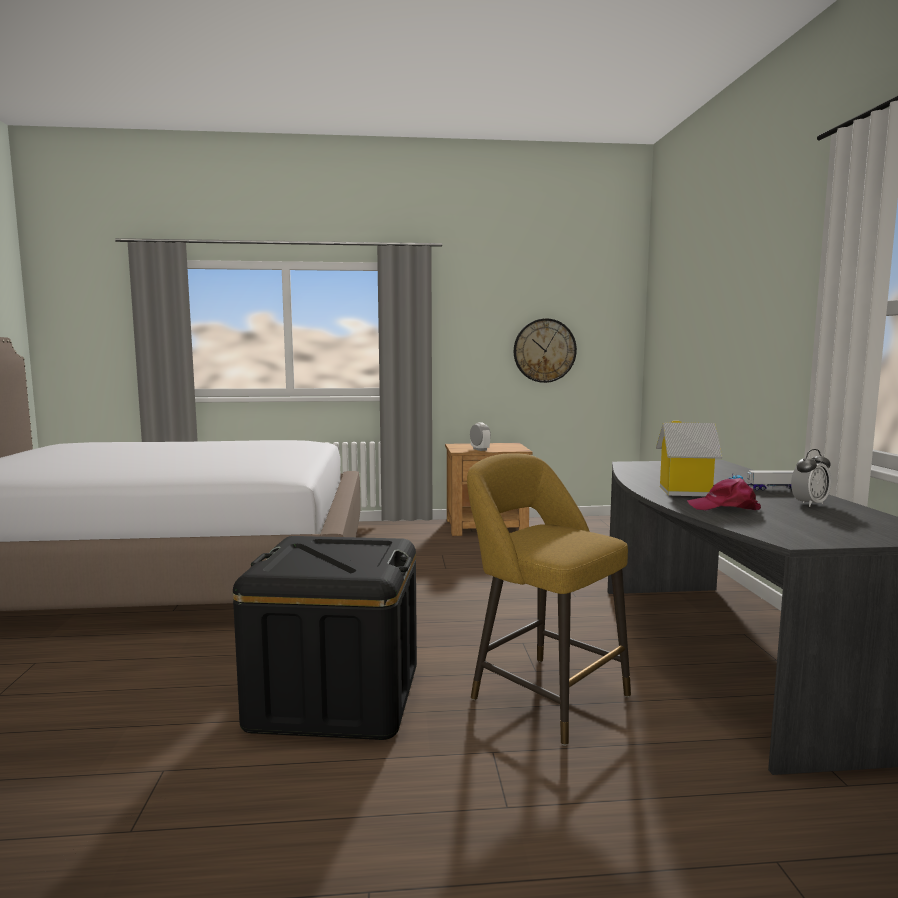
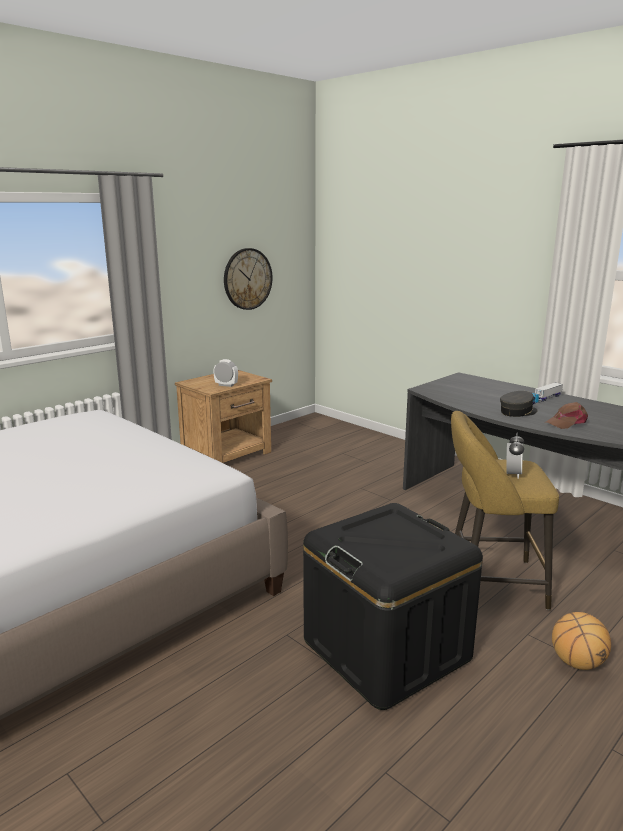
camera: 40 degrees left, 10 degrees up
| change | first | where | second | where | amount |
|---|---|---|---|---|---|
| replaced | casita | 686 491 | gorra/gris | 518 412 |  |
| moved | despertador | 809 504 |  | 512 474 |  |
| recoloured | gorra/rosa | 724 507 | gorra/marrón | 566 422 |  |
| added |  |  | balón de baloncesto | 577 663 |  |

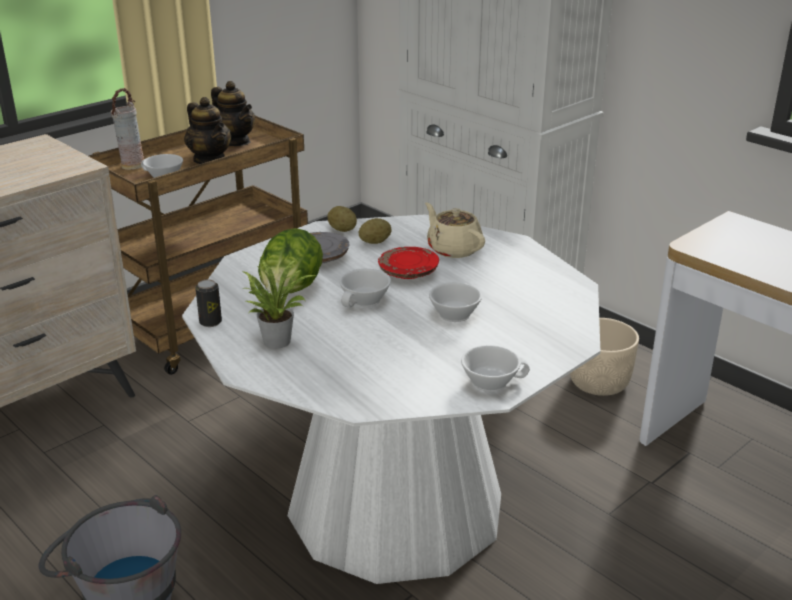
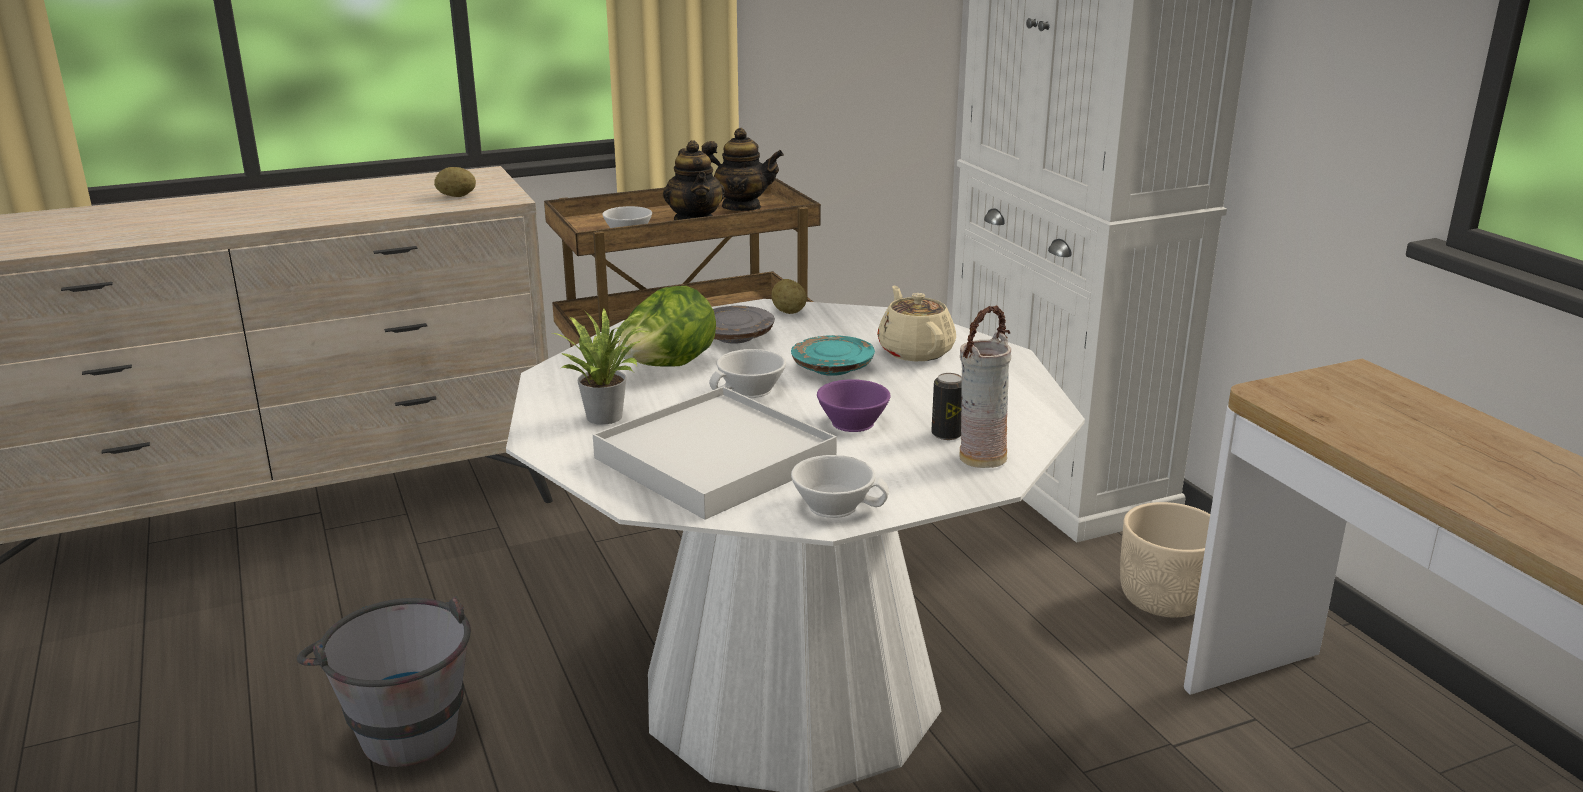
camera: 20 degrees right, 5 degrees down
| change | first | where | second | where | amount |
|---|---|---|---|---|---|
| turned | tetera | 235 142 |  | 741 207 | 60 degrees counterclockwise |
| moved | florero | 132 166 |  | 980 458 |  |
| moved | patata | 375 242 |  | 456 196 |  |
| recoloured | plato/rojo | 408 273 | plato/turquesa | 832 368 |  |
| moved | lata | 210 322 |  | 946 434 |  |
| recoloured | taza/blanco | 452 313 | taza/morado | 851 421 |  |
| added |  |  | bandeja/blanco | 714 459 |  |

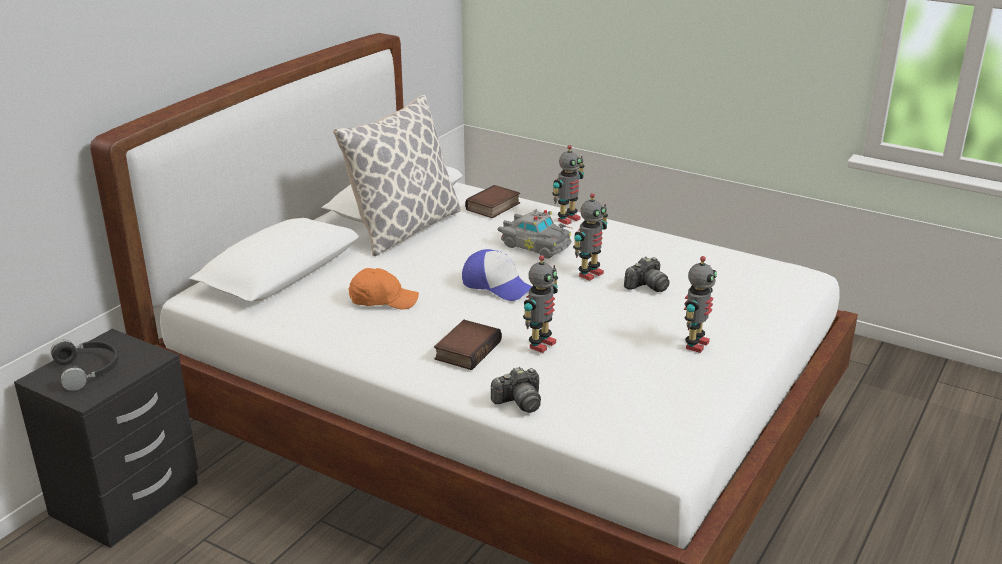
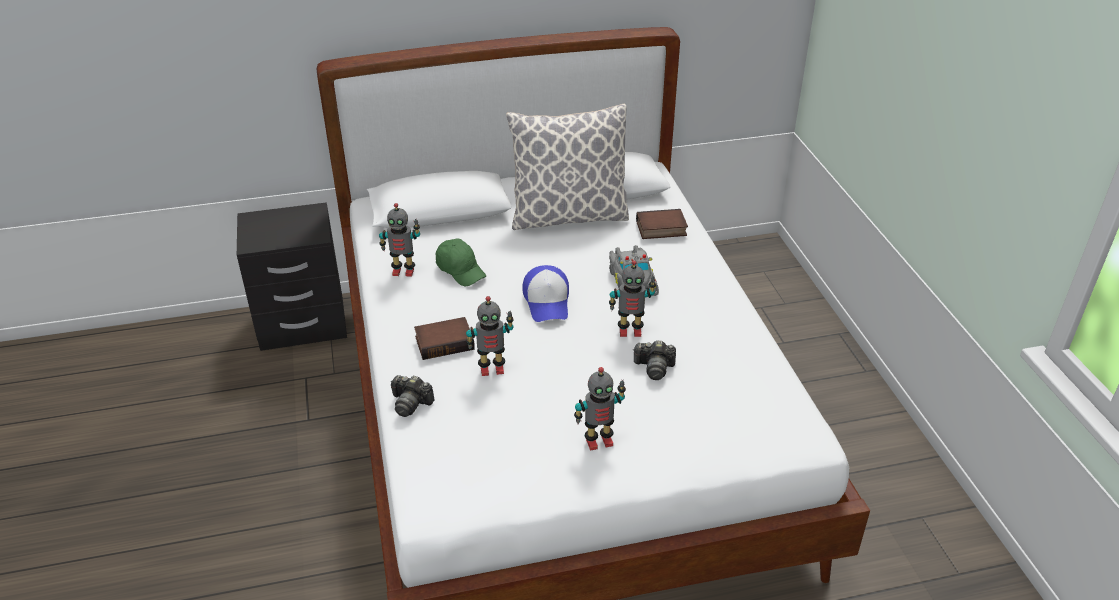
camera: 45 degrees right, 10 degrees up
| change | first | where | second | where | amount |
|---|---|---|---|---|---|
| moved | robot de juguete | 567 219 |  | 403 271 |  |
| recoloured | gorra/naranja | 383 300 | gorra/verde | 461 270 |  |
| removed | auriculares/negro | 89 370 |  |  |  |

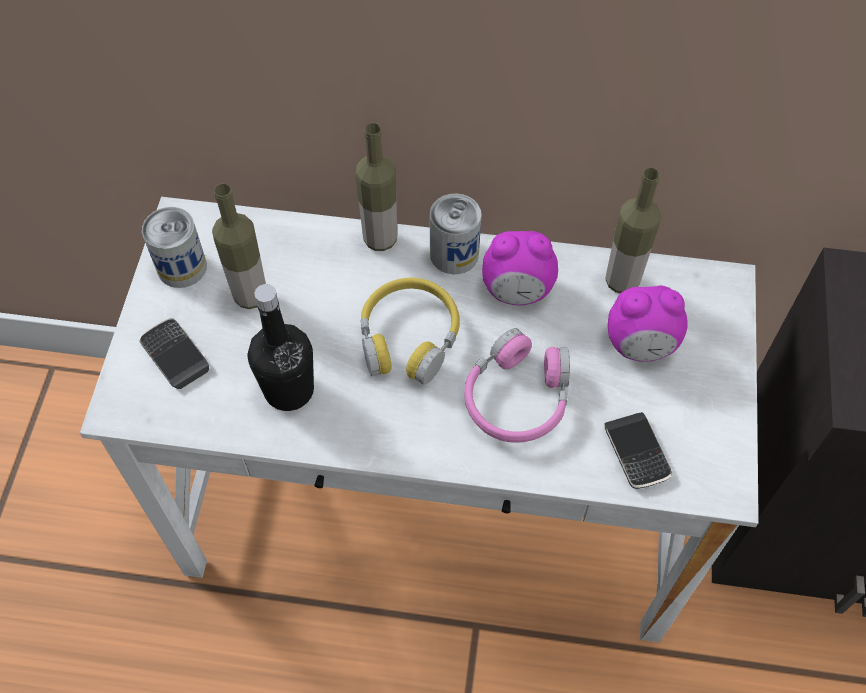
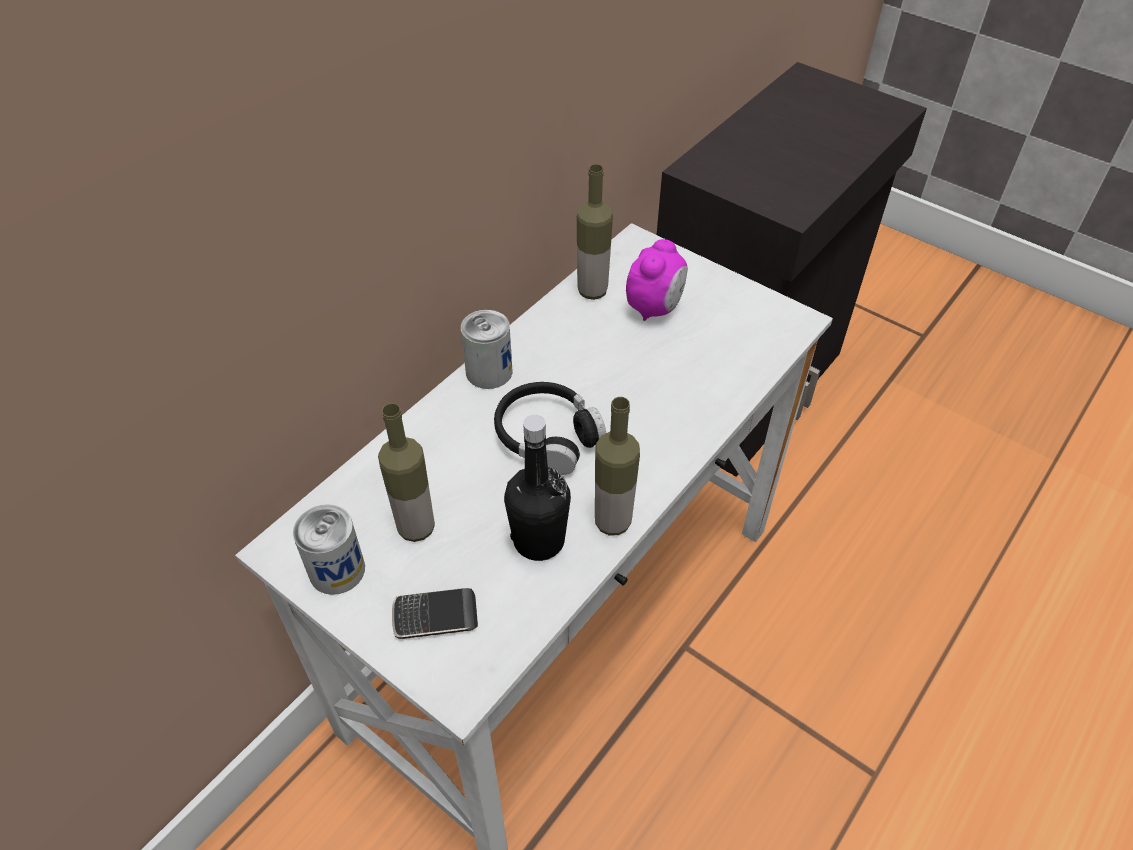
camera: 60 degrees left, 10 degrees down
| change | first | where | second | where | amount |
|---|---|---|---|---|---|
| moved | botella | 380 239 |  | 612 522 |  |
| removed | despertador | 517 291 |  |  |  |
| recoloured | auriculares/amarillo | 408 338 | auriculares/negro | 548 435 |  |
| removed | auriculares/rosa | 517 397 |  |  |  |
| removed | móvil | 636 452 |  |  |  |

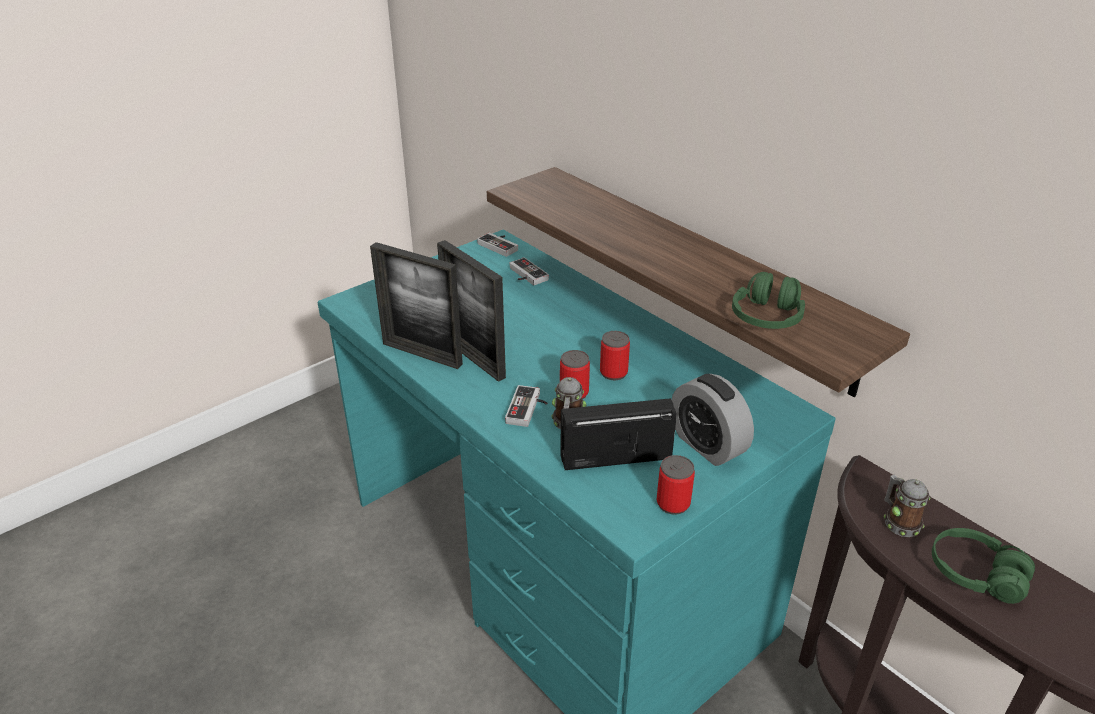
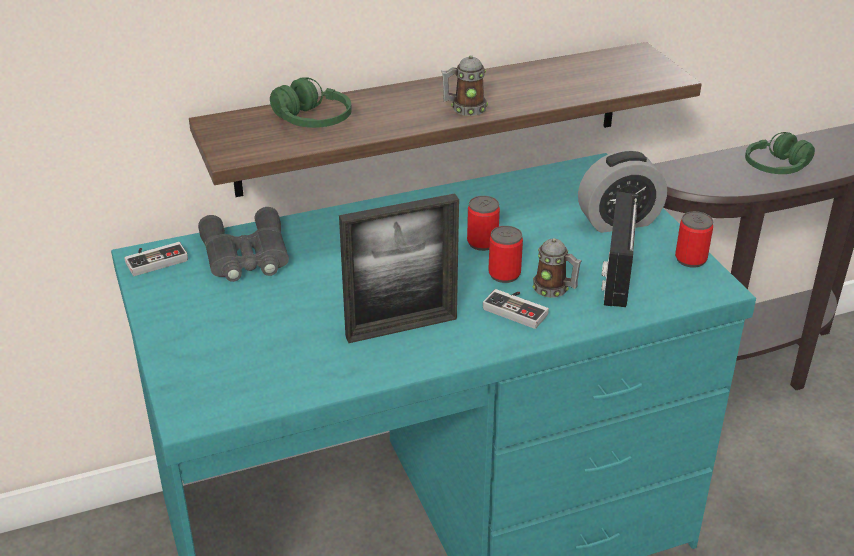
camera: 70 degrees left, 0 degrees up
| change | first | where | second | where | amount |
|---|---|---|---|---|---|
| removed | portarretratos | 422 354 |  |  |  |
| replaced | mando de consola | 525 275 | prismáticos/gris | 245 256 |  |
| moved | auriculares/verde | 767 317 |  | 312 121 |  |
| moved | taza grande | 899 521 |  | 464 109 |  |

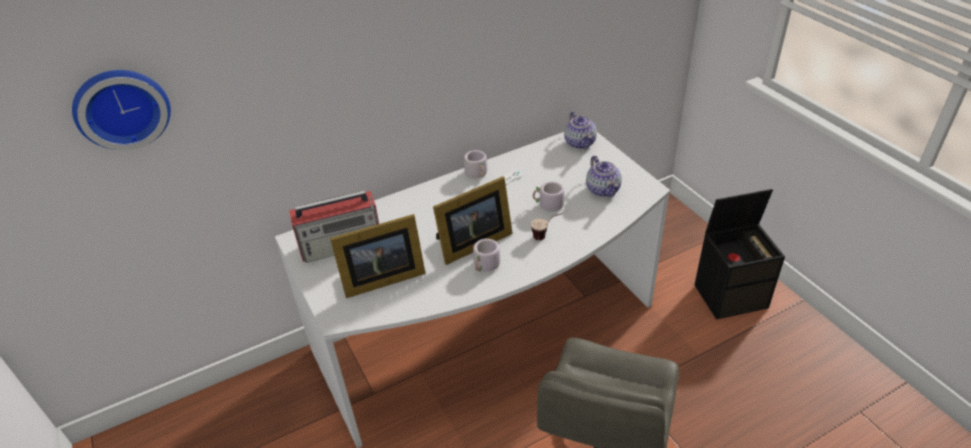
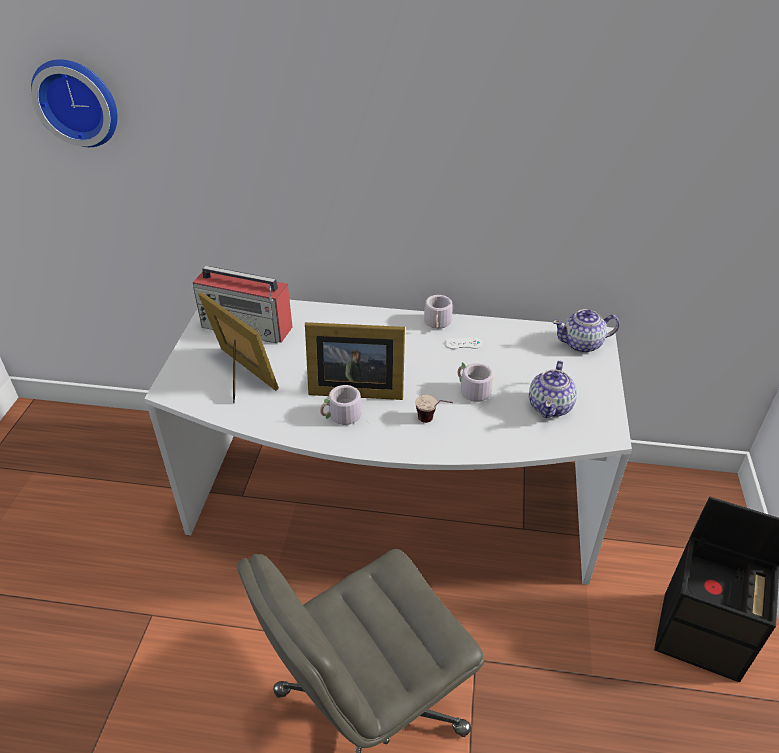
camera: 35 degrees right, 0 degrees up
| change | first | where | second | where | amount |
|---|---|---|---|---|---|
| turned | tetera | 580 142 |  | 582 344 | 60 degrees clockwise |
| turned | portarretratos | 380 279 |  | 241 375 | 150 degrees counterclockwise |

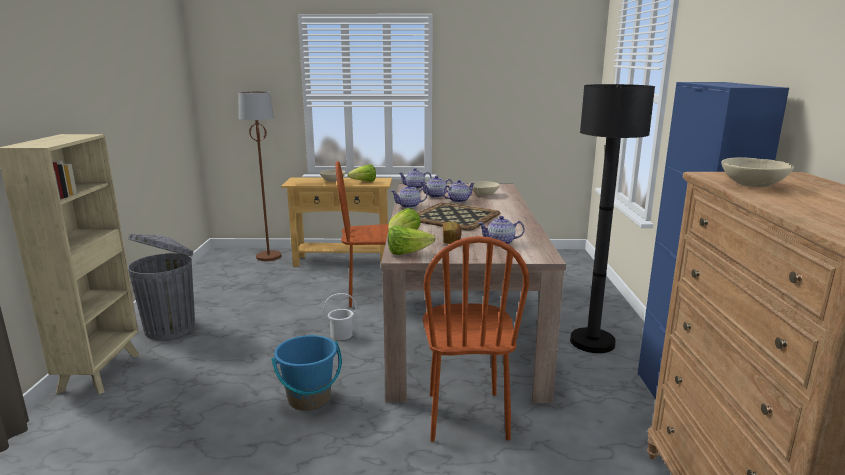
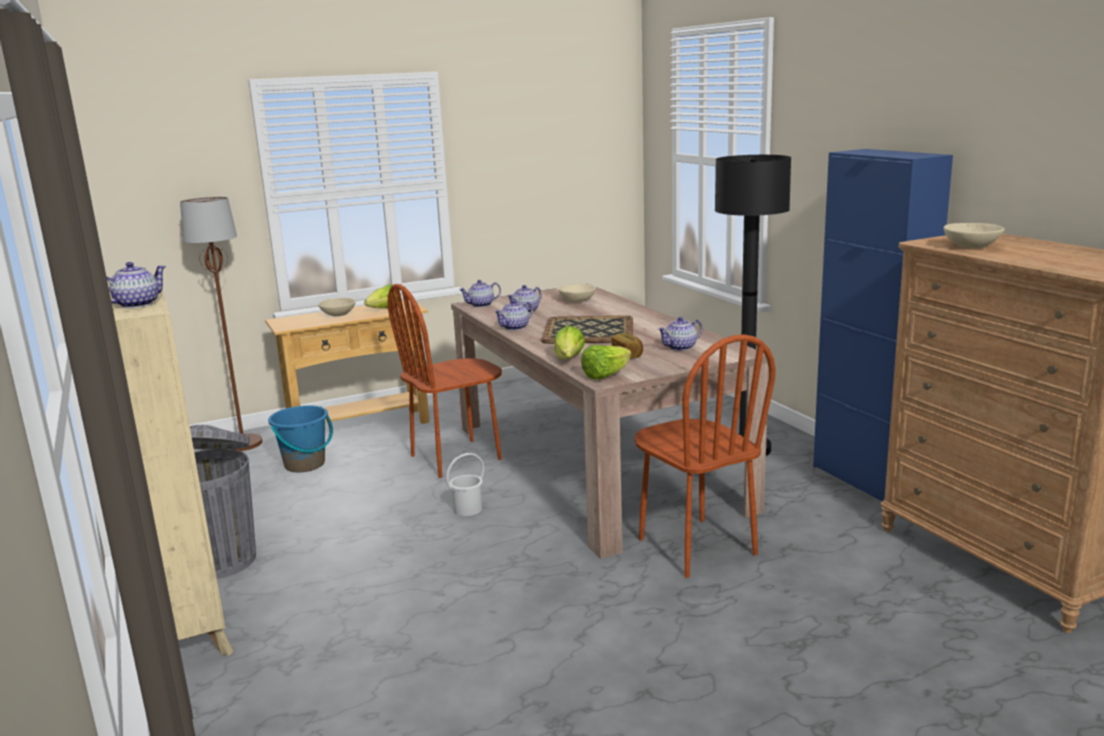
camera: 25 degrees left, 0 degrees up
| change | first | where | second | where | amount |
|---|---|---|---|---|---|
| moved | tetera | 458 200 |  | 136 304 |  |
| moved | cubo/azul | 309 399 |  | 305 464 |  |

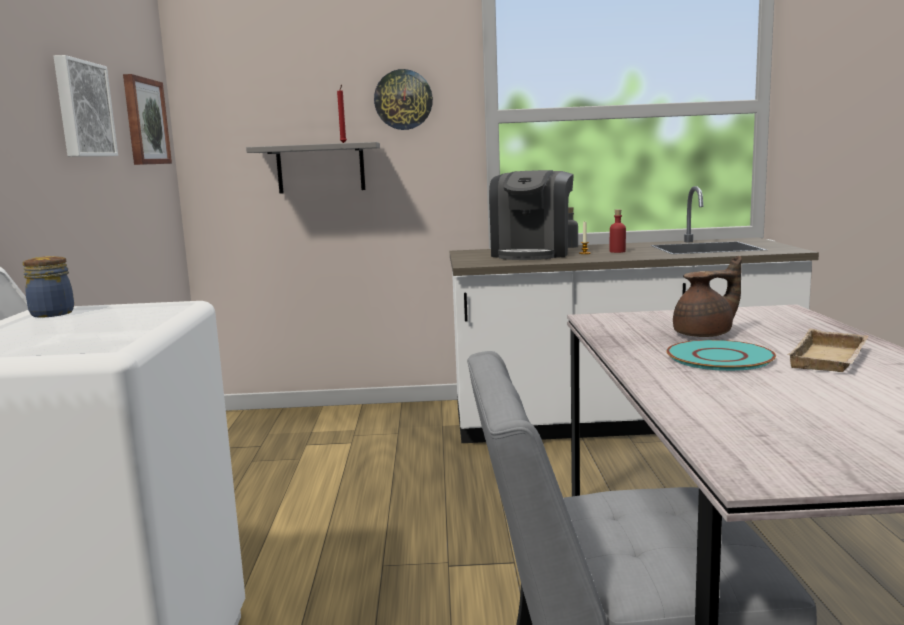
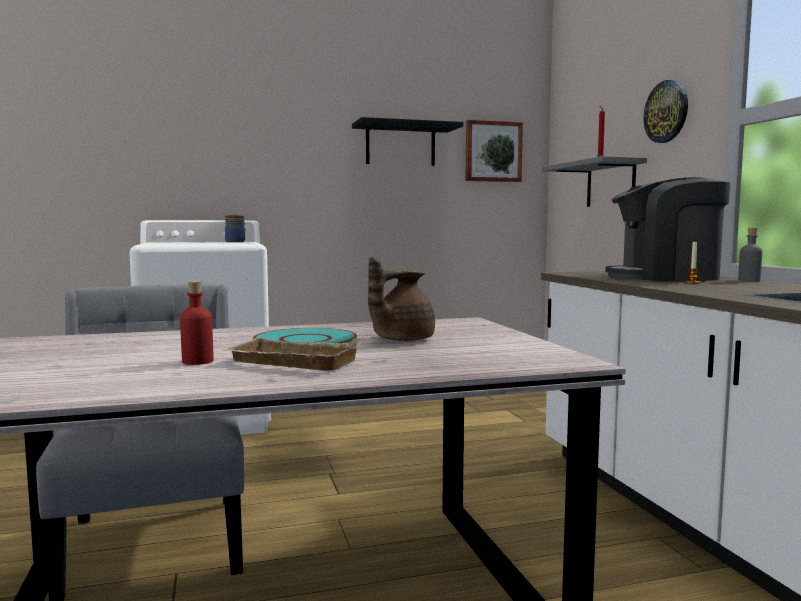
camera: 75 degrees right, 5 degrees down
| change | first | where | second | where | amount |
|---|---|---|---|---|---|
| replaced | cuadro | 82 109 | estante/negro | 400 145 |  |
| moved | botella/rojo | 617 251 |  | 197 361 |  |
| turned | tetera/marrón | 705 334 |  | 400 340 | 75 degrees clockwise |

